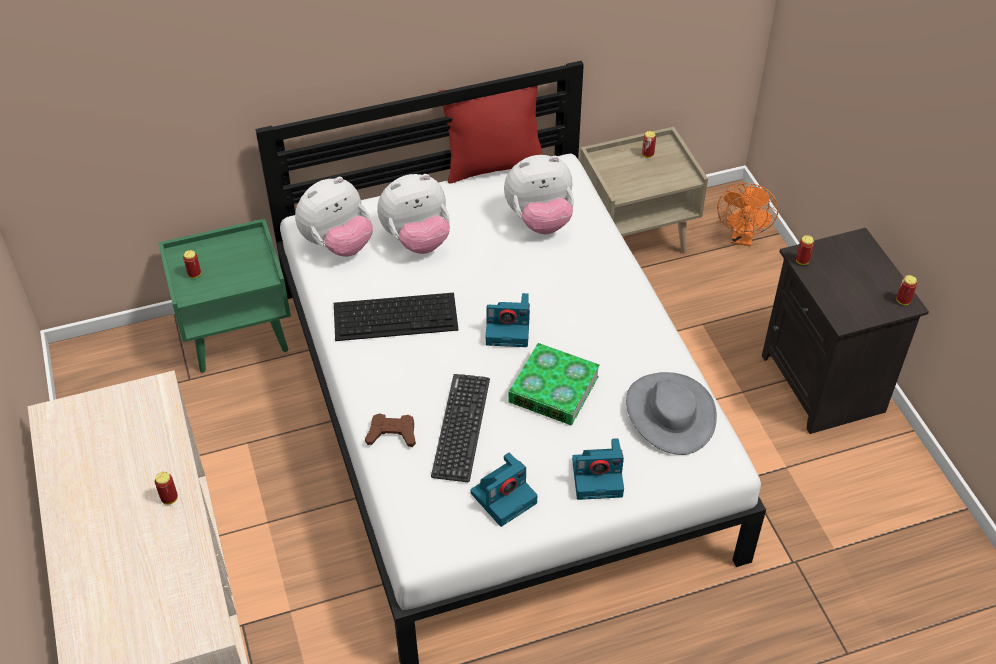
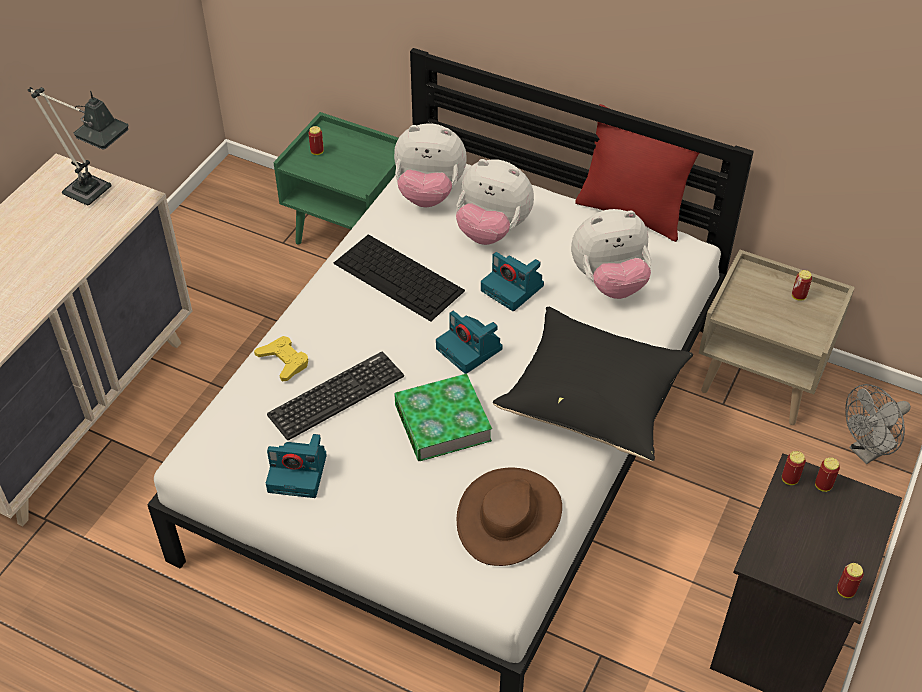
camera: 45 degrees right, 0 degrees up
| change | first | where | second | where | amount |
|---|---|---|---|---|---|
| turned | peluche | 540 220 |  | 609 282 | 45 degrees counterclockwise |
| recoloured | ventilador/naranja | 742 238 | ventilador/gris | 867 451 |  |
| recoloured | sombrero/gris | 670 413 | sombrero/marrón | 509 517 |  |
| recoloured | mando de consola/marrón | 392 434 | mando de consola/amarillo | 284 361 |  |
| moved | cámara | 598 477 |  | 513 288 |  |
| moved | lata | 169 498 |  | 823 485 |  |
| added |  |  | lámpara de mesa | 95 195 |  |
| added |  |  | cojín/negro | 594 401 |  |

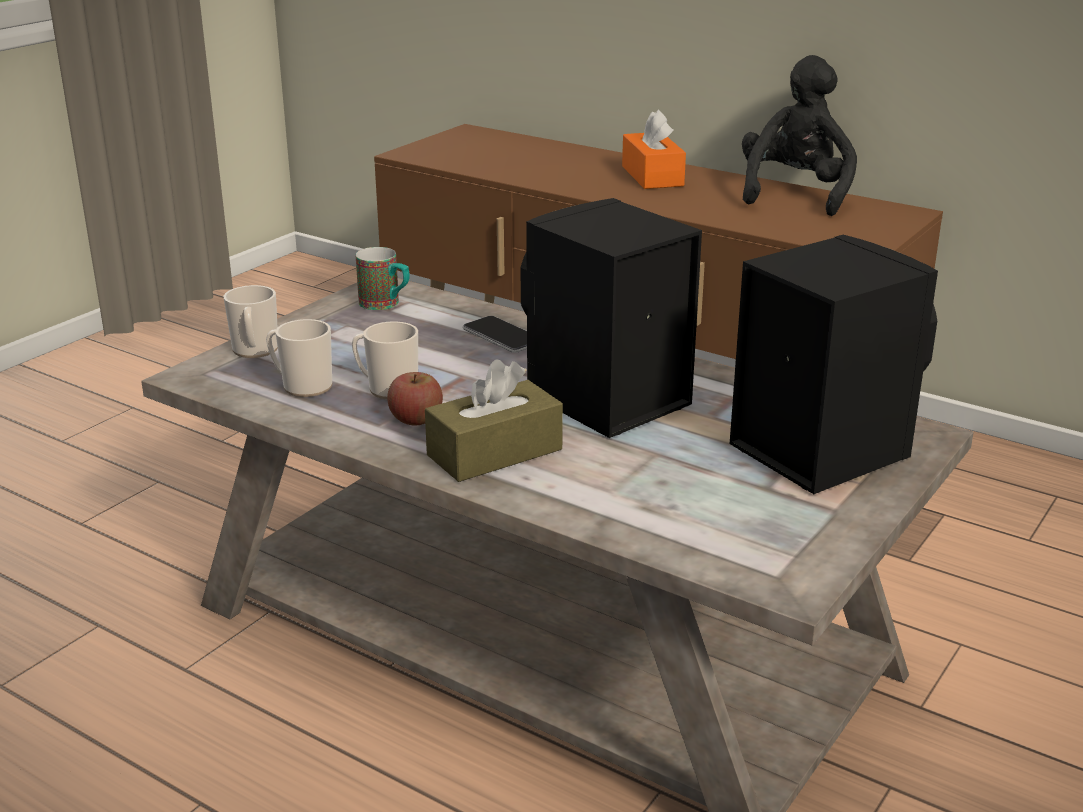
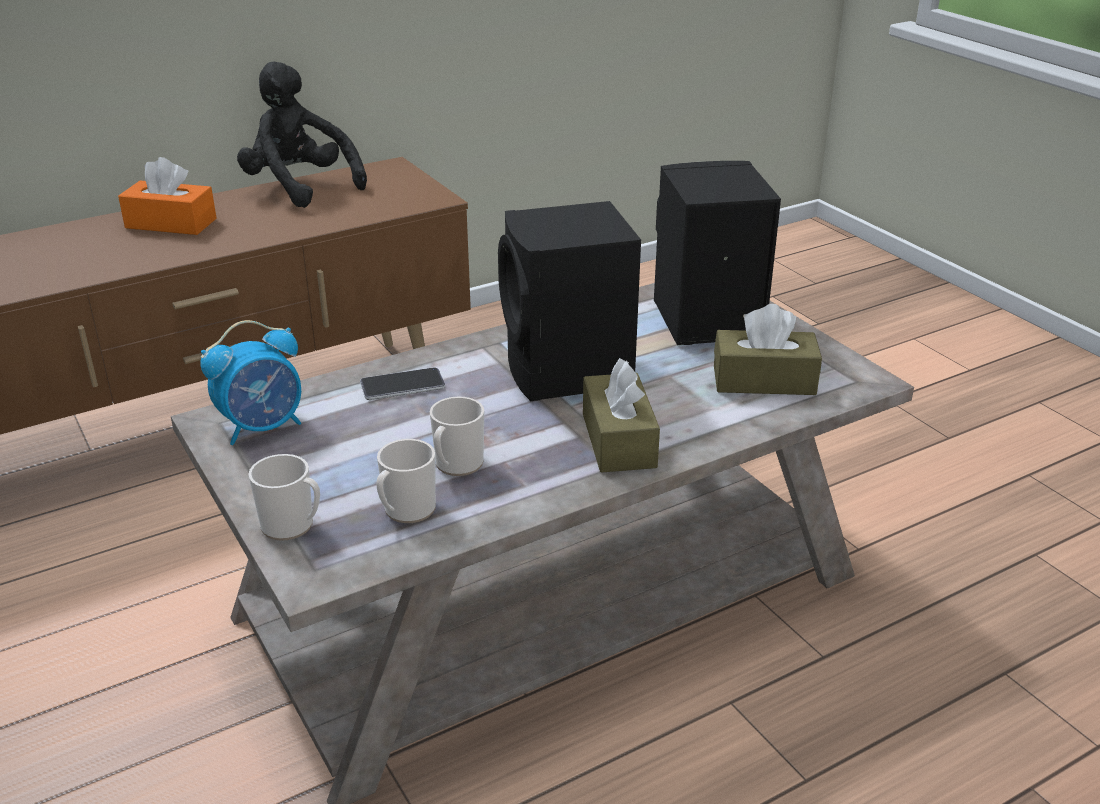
camera: 65 degrees left, 5 degrees up
| change | first | where | second | where | amount |
|---|---|---|---|---|---|
| replaced | taza grande | 386 305 | despertador | 263 427 |  |
| removed | manzana | 416 419 |  |  |  |
| added |  |  | caja de pañuelos/marrón | 764 380 |  |

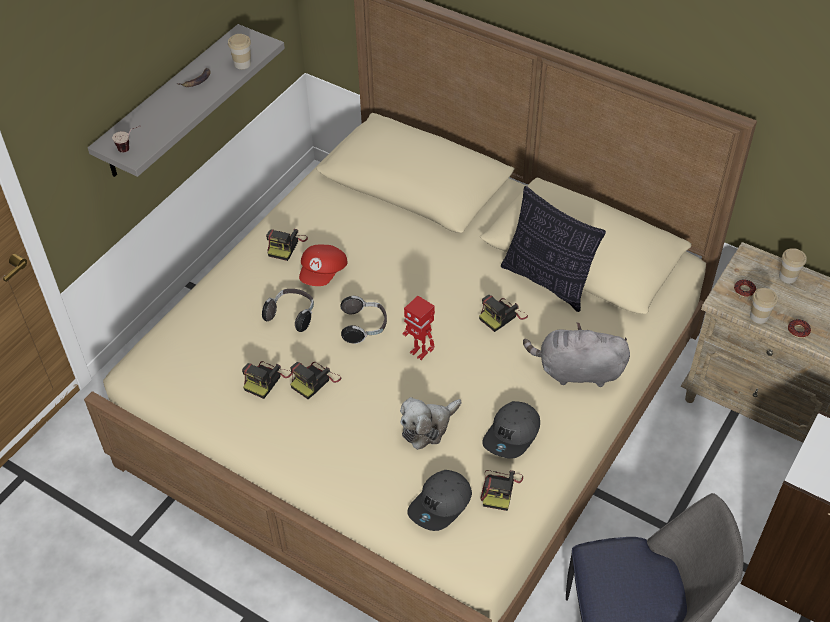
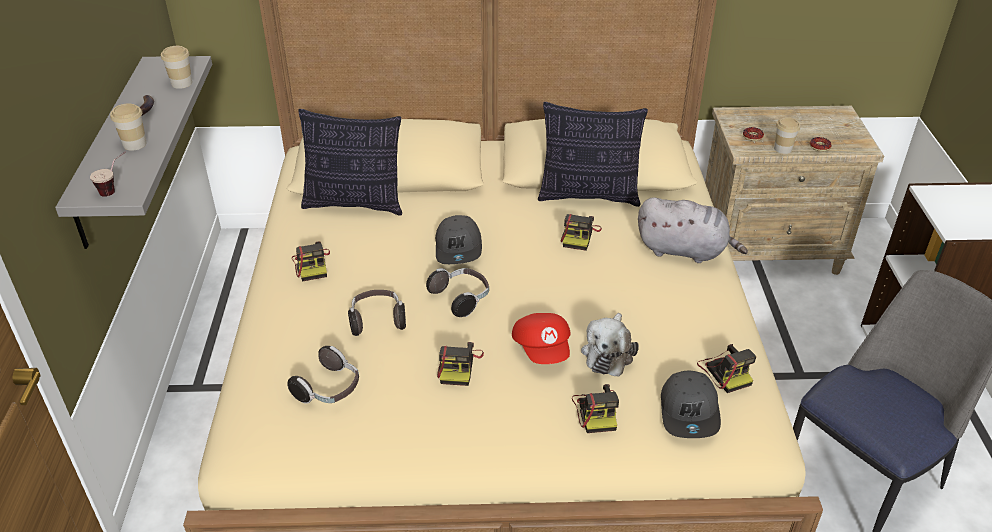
camera: 35 degrees left, 10 degrees down
| change | first | where | second | where | amount |
|---|---|---|---|---|---|
| moved | gorra/rojo | 323 273 |  | 543 349 |  |
| moved | taza | 787 276 |  | 134 144 |  |
| removed | robot de juguete | 419 352 |  |  |  |
| turned | peluche/gris | 576 371 |  | 685 250 | 135 degrees counterclockwise |
| moved | cámara | 266 380 |  | 596 411 |  |
| moved | gorra/gris | 512 435 |  | 459 248 |  |
| added |  |  | cojín | 355 203 |  |
| added |  |  | auriculares | 329 390 |  |

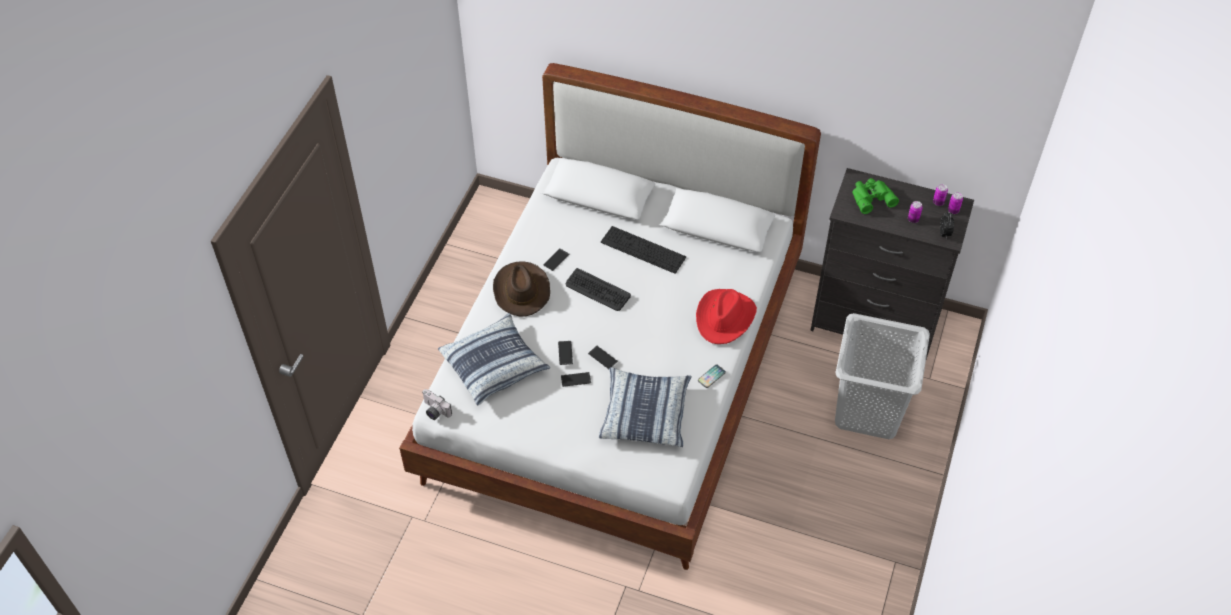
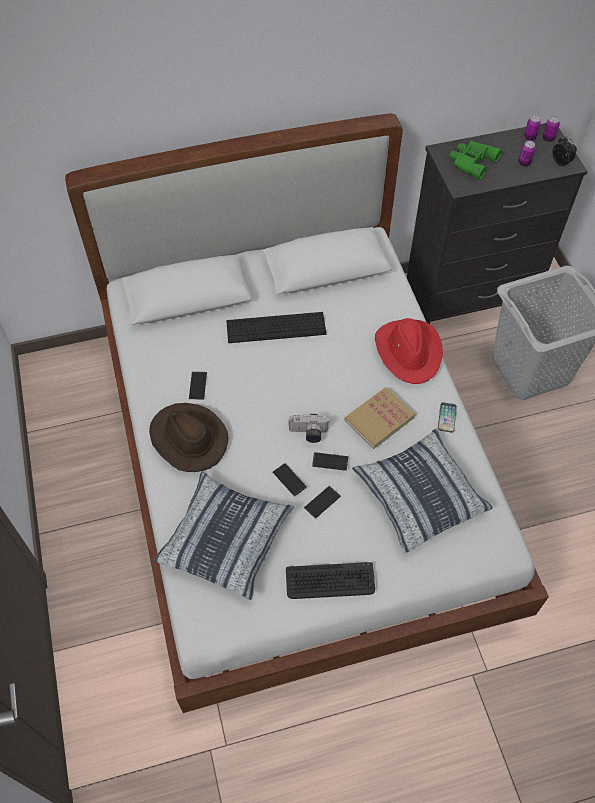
camera: 35 degrees left, 5 degrees up
| change | first | where | second | where | amount |
|---|---|---|---|---|---|
| moved | teclado | 597 290 |  | 330 581 |  |
| moved | cámara | 434 411 |  | 308 434 |  |
| added |  |  | libro | 379 419 |  |

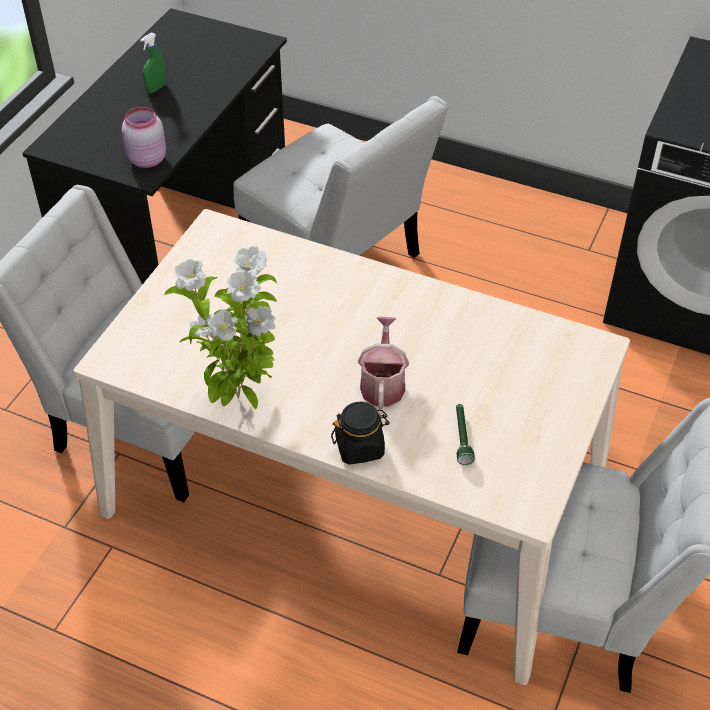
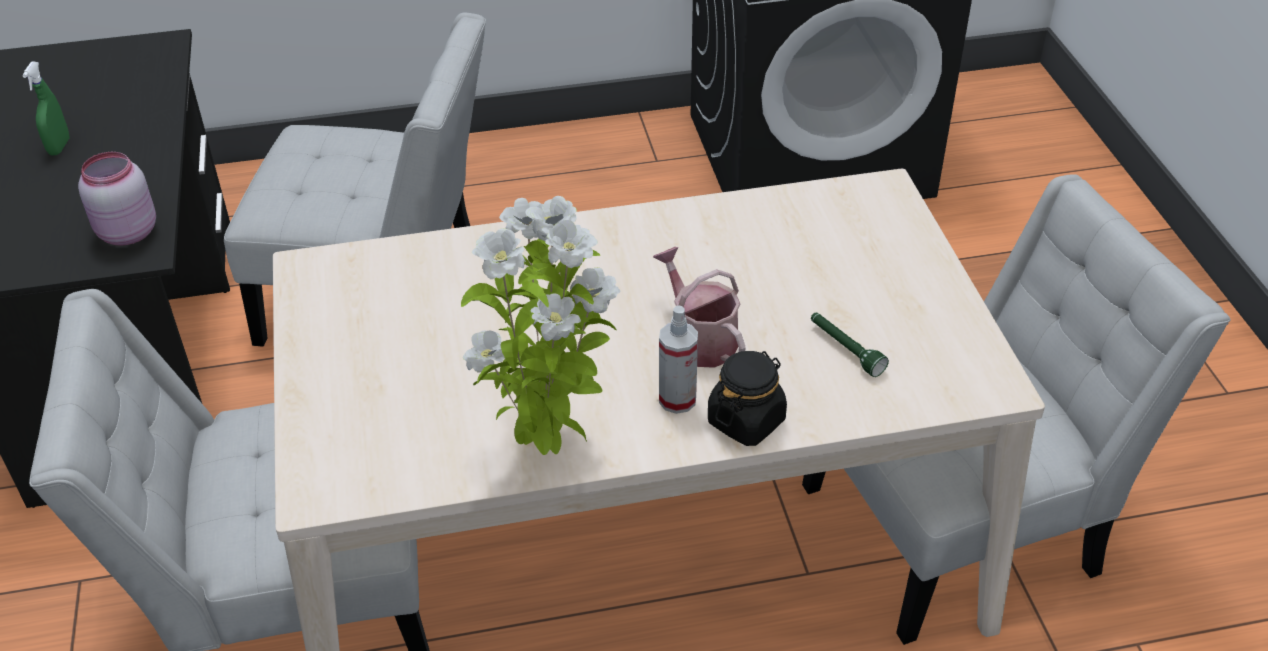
camera: 35 degrees left, 5 degrees down
| change | first | where | second | where | amount |
|---|---|---|---|---|---|
| added |  |  | pulverizador | 677 399 |  |

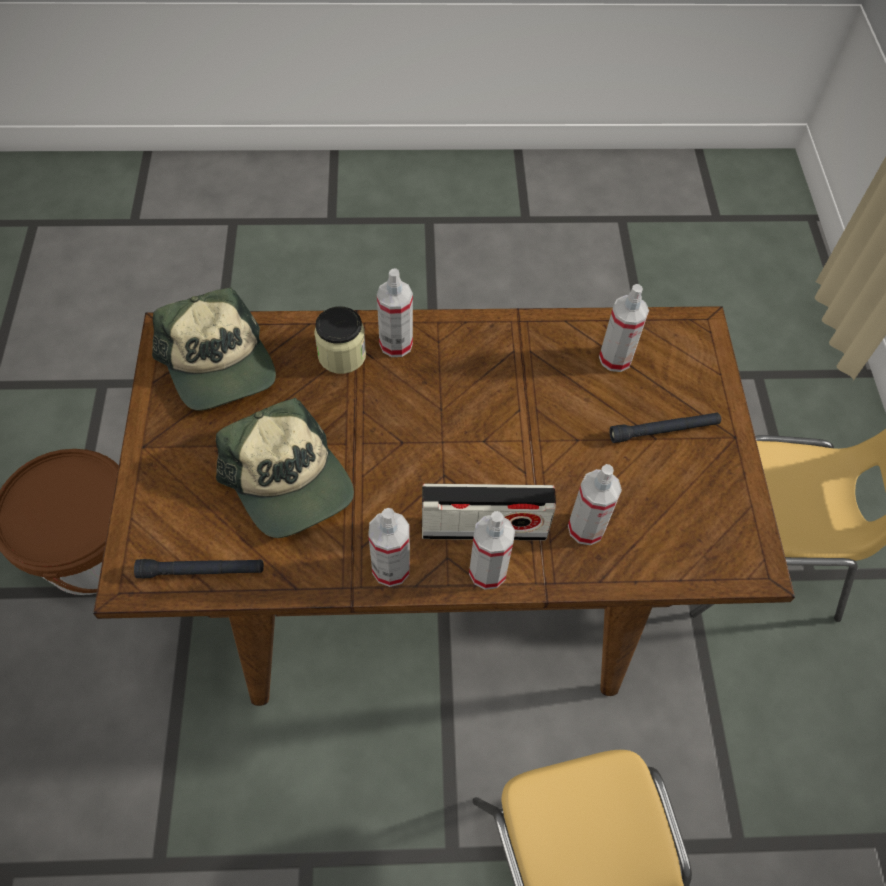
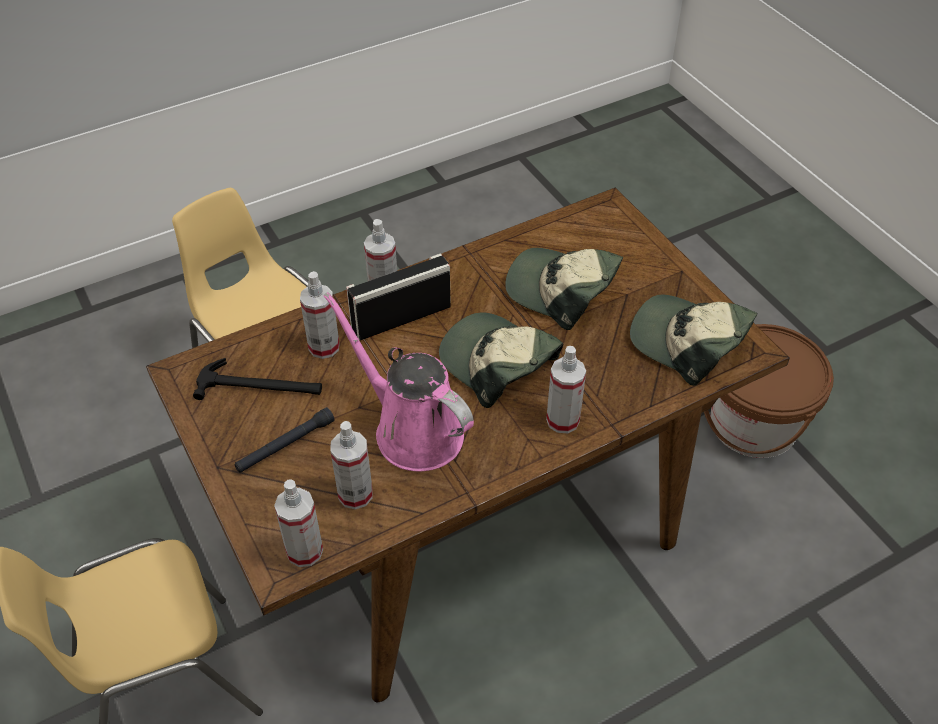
camera: 155 degrees right, 10 degrees down
| change | first | where | second | where | amount |
|---|---|---|---|---|---|
| removed | tarro | 342 355 |  |  |  |
| moved | pulverizador | 391 568 |  | 304 551 |  |
| removed | linterna/negro | 201 571 |  |  |  |
| added |  |  | regadera/rosa | 412 429 |  |
| added |  |  | gorra | 498 364 |  |
| added |  |  | martillo | 260 386 |  |

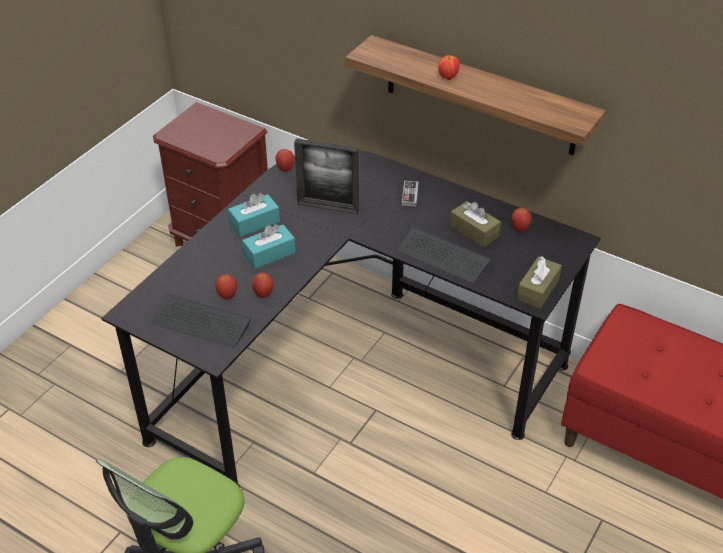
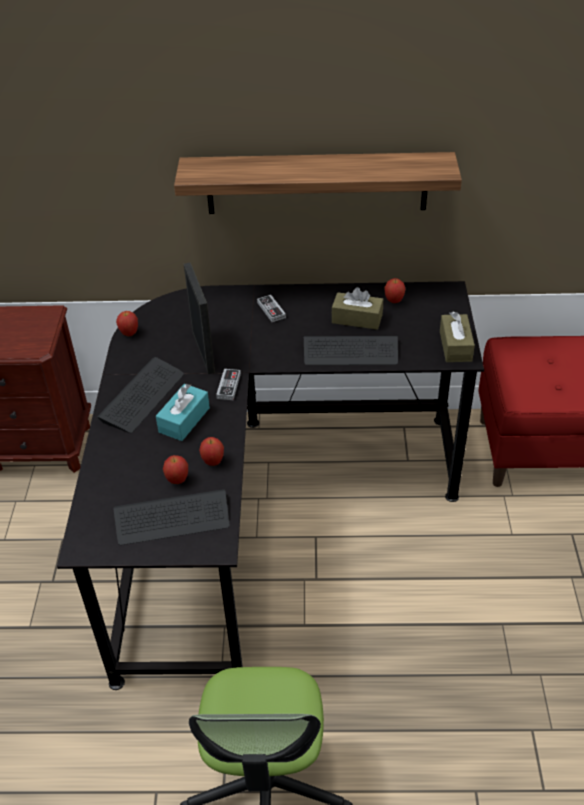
camera: 30 degrees left, 0 degrees up
| change | first | where | second | where | amount |
|---|---|---|---|---|---|
| removed | manzana | 448 77 |  |  |  |
| turned | portarretratos | 328 207 |  | 203 352 | 90 degrees counterclockwise |
| replaced | caja de pañuelos/turquesa | 254 222 | teclado | 142 396 |  |
| added |  |  | mando de consola | 228 386 |  |

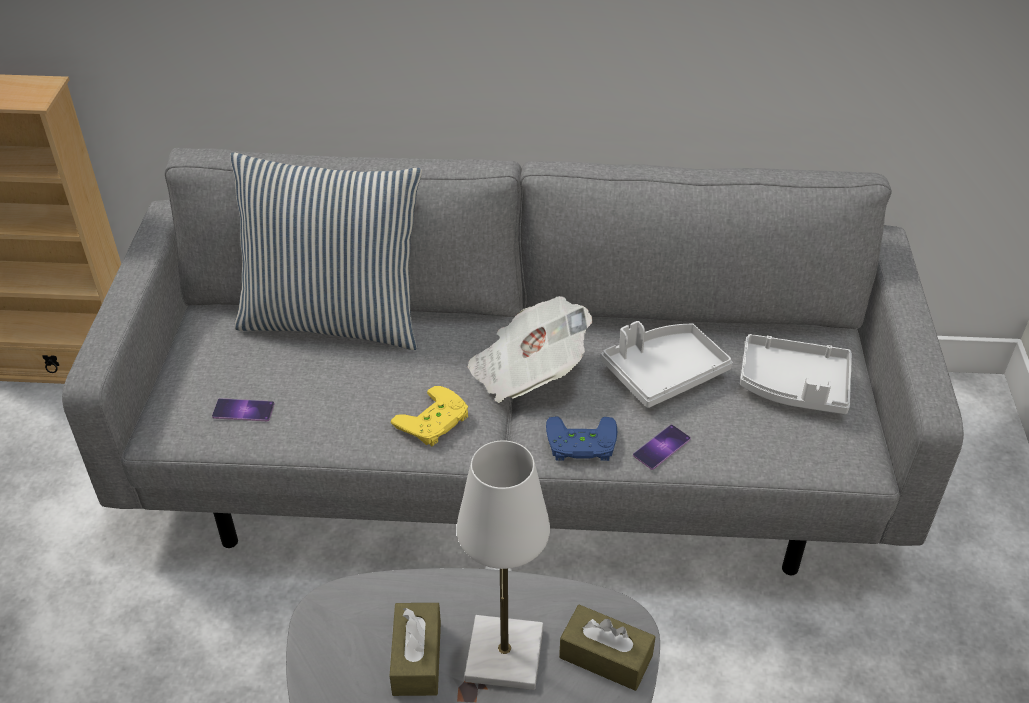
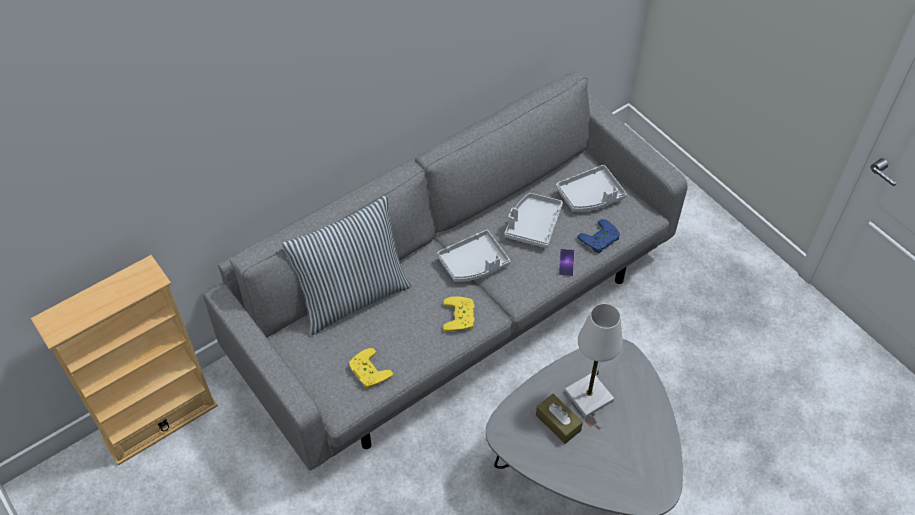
camera: 40 degrees left, 10 degrees up
| change | first | where | second | where | amount |
|---|---|---|---|---|---|
| replaced | periódico | 527 371 | bandeja/gris | 473 263 |  |
| replaced | móvil | 243 410 | mando de consola/amarillo | 367 372 |  |
| moved | mando de consola/azul | 581 445 |  | 600 240 |  |
| removed | caja de pañuelos/marrón | 605 657 |  |  |  |

